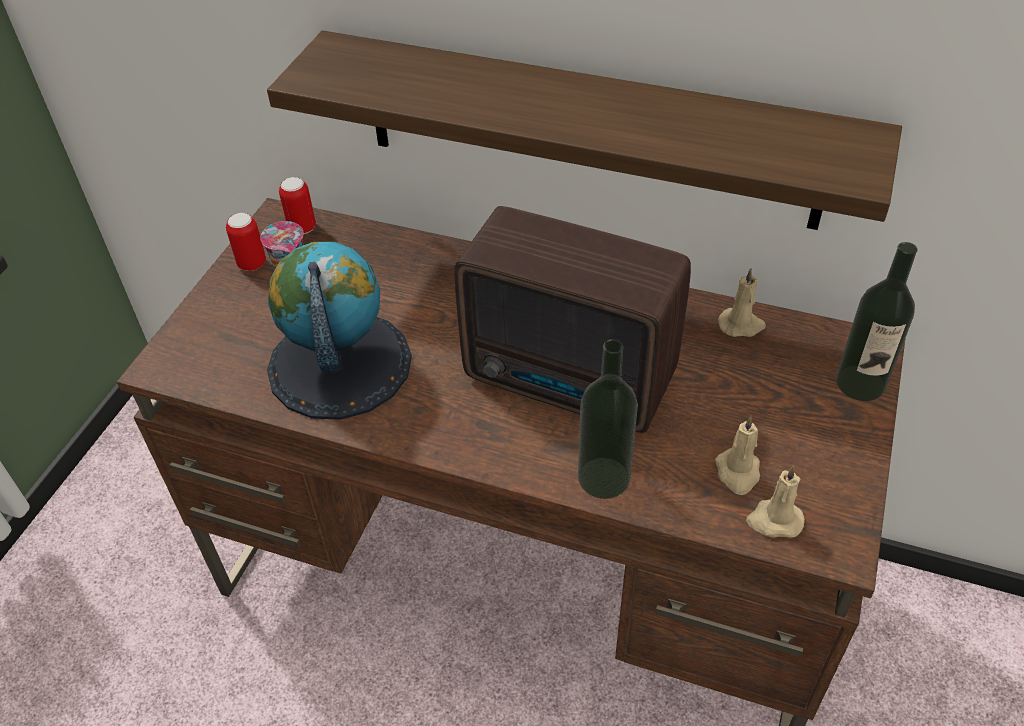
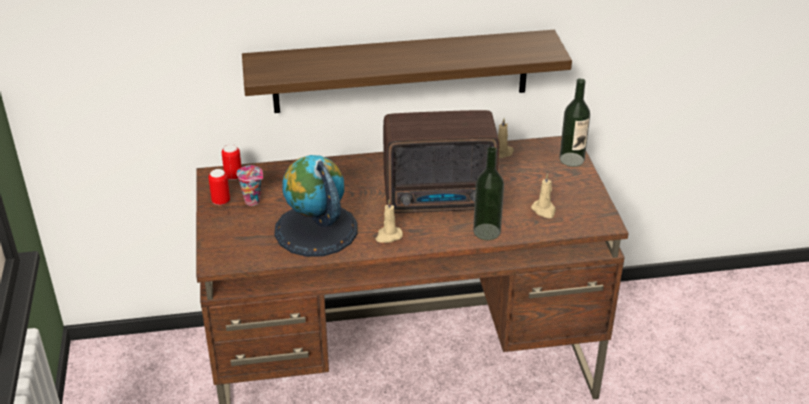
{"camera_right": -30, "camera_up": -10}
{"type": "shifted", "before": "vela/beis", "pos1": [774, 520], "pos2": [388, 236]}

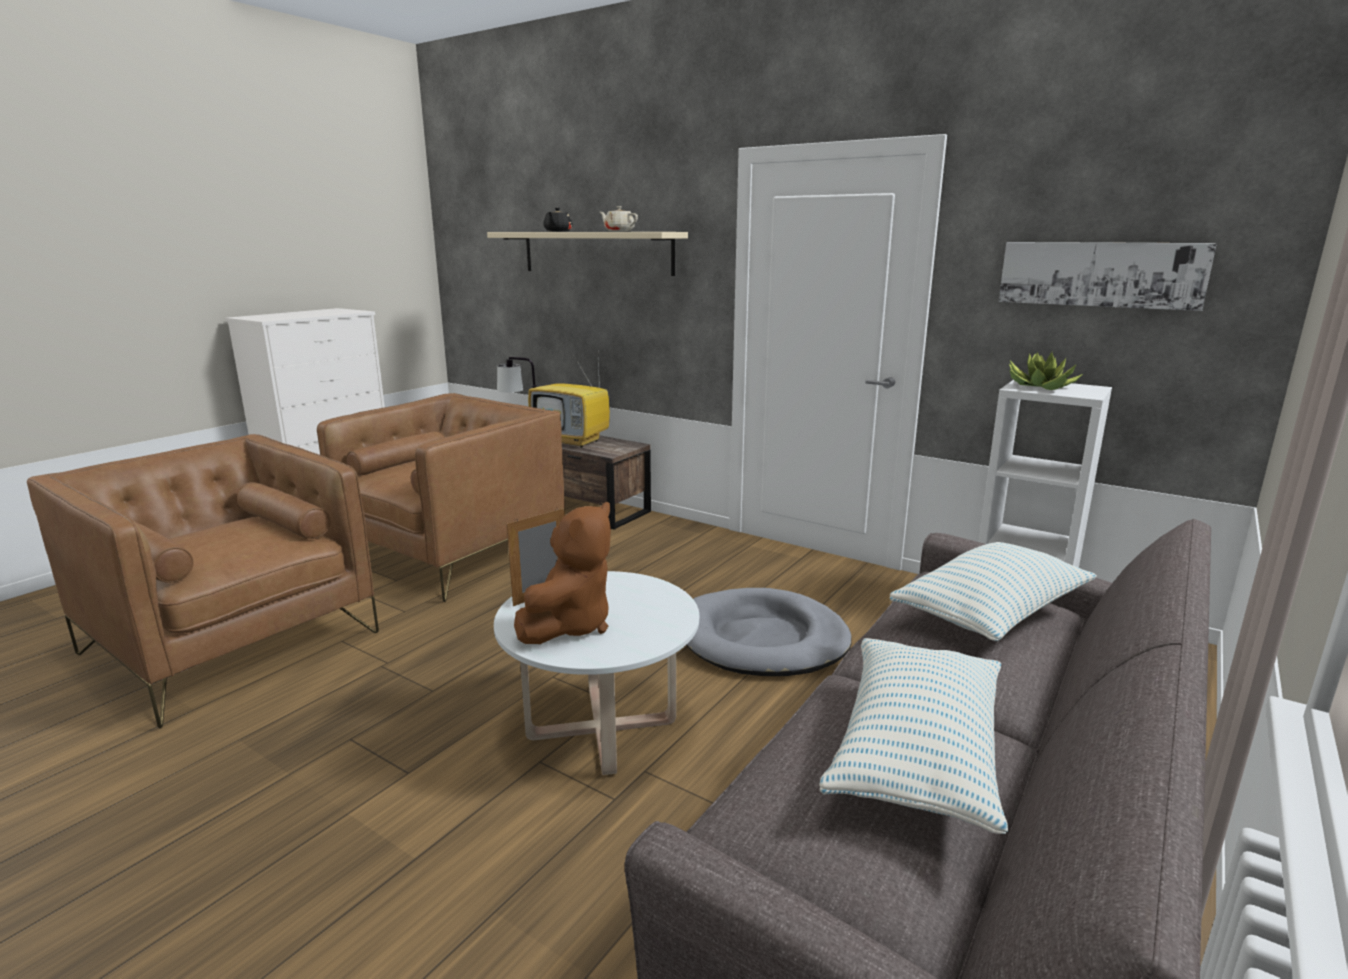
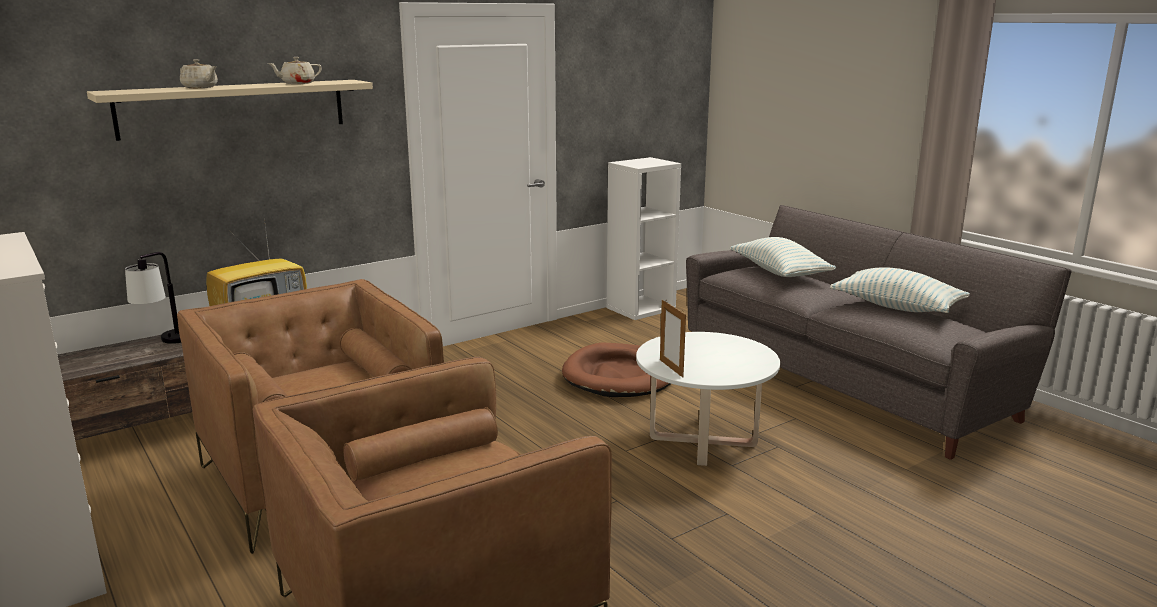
{"camera_right": -70, "camera_up": 0}
{"type": "repainted", "before": "tetera/negro", "after": "tetera/beis", "pos1": [558, 231], "pos2": [200, 87]}
{"type": "gone", "before": "cuadro", "pos1": [1100, 274]}
{"type": "gone", "before": "planta en maceta", "pos1": [1040, 387]}
{"type": "gone", "before": "peluche/marrón", "pos1": [569, 625]}
{"type": "repainted", "before": "cama para perro/gris", "after": "cama para perro/marrón", "pos1": [762, 639], "pos2": [621, 376]}

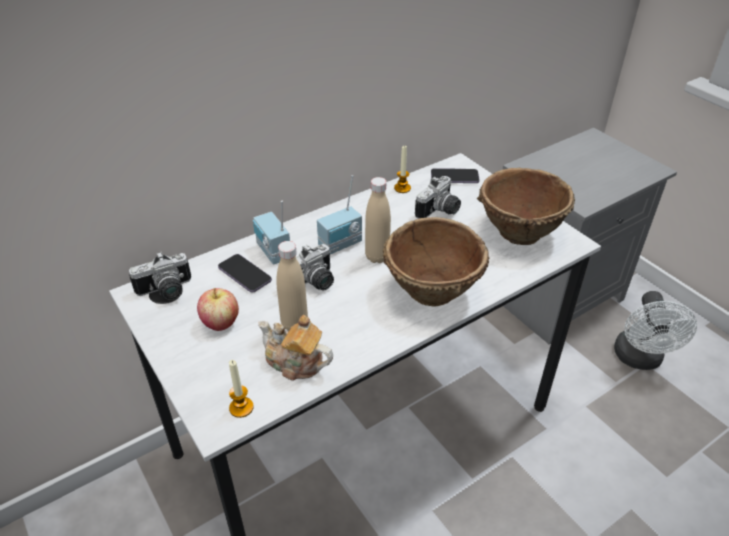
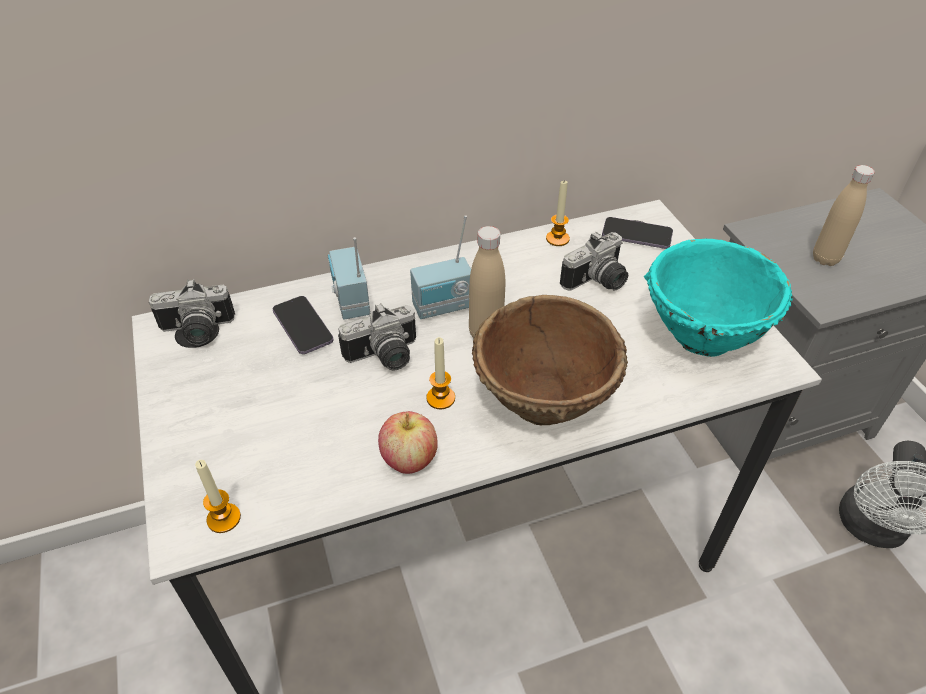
{"camera_right": 15, "camera_up": 5}
{"type": "repainted", "before": "cuenco/marrón", "after": "cuenco/turquesa", "pos1": [518, 232], "pos2": [701, 335]}
{"type": "shifted", "before": "botella/beis", "pos1": [294, 324], "pos2": [825, 259]}
{"type": "shifted", "before": "manzana", "pos1": [220, 323], "pos2": [409, 459]}
{"type": "gone", "before": "tetera", "pos1": [295, 363]}
{"type": "new", "after": "vela", "pos2": [440, 398]}

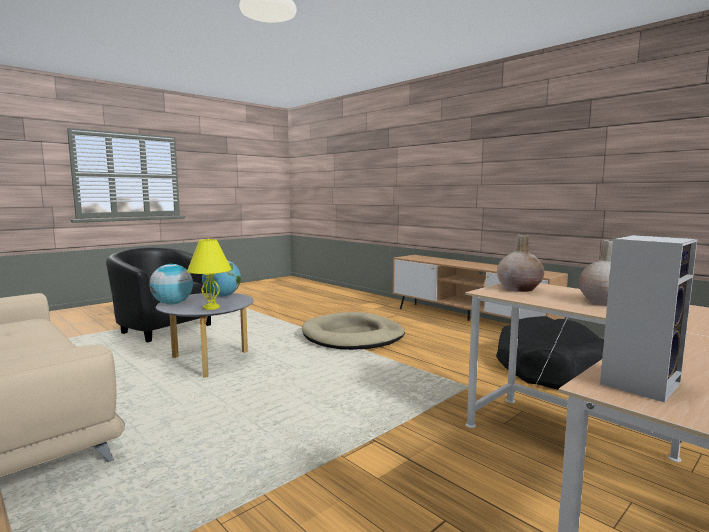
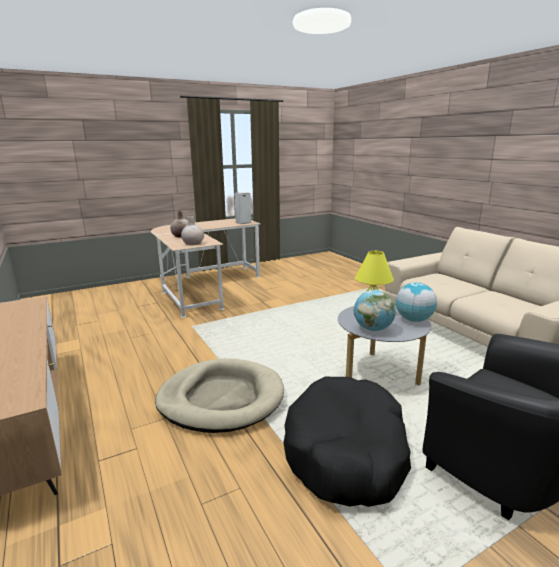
{"camera_right": -165, "camera_up": 10}
{"type": "shifted", "before": "cama para perro/negro", "pos1": [548, 367], "pos2": [346, 452]}

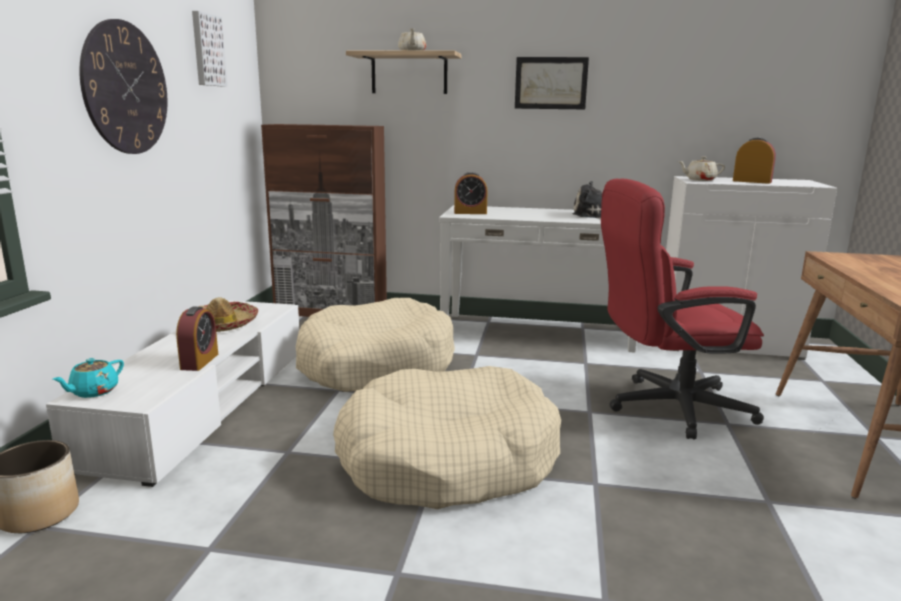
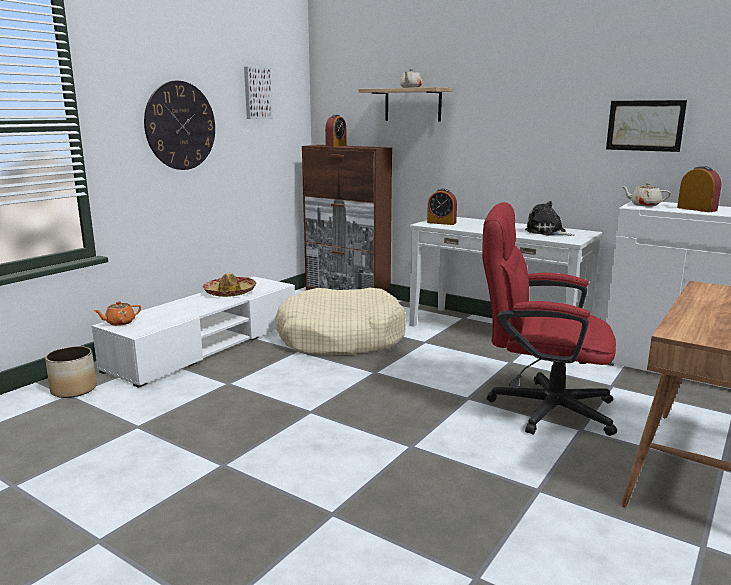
{"camera_right": 25, "camera_up": 0}
{"type": "shifted", "before": "cuadro", "pos1": [551, 83], "pos2": [645, 125]}
{"type": "shifted", "before": "despertador", "pos1": [199, 361], "pos2": [336, 146]}
{"type": "repainted", "before": "tetera/turquesa", "after": "tetera/naranja", "pos1": [93, 392], "pos2": [120, 322]}
{"type": "gone", "before": "cama para perro/beis", "pos1": [447, 460]}

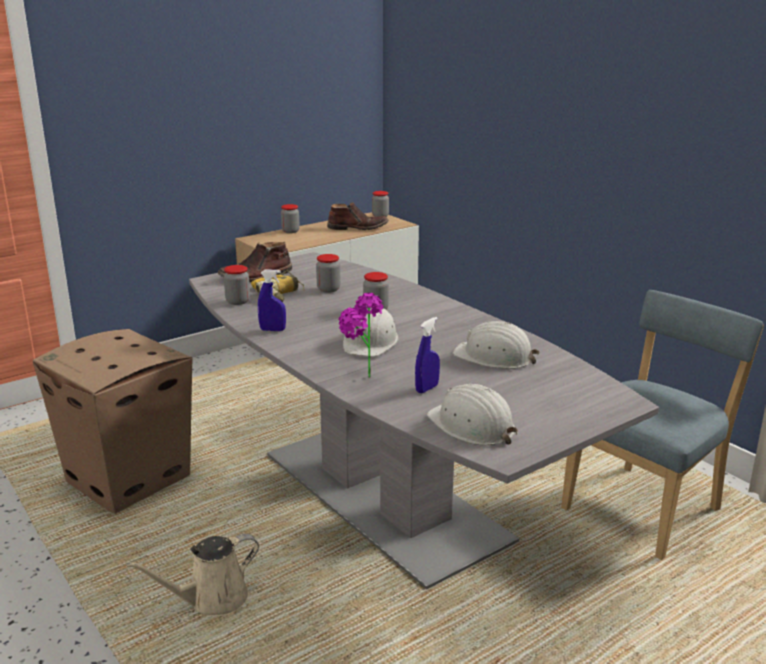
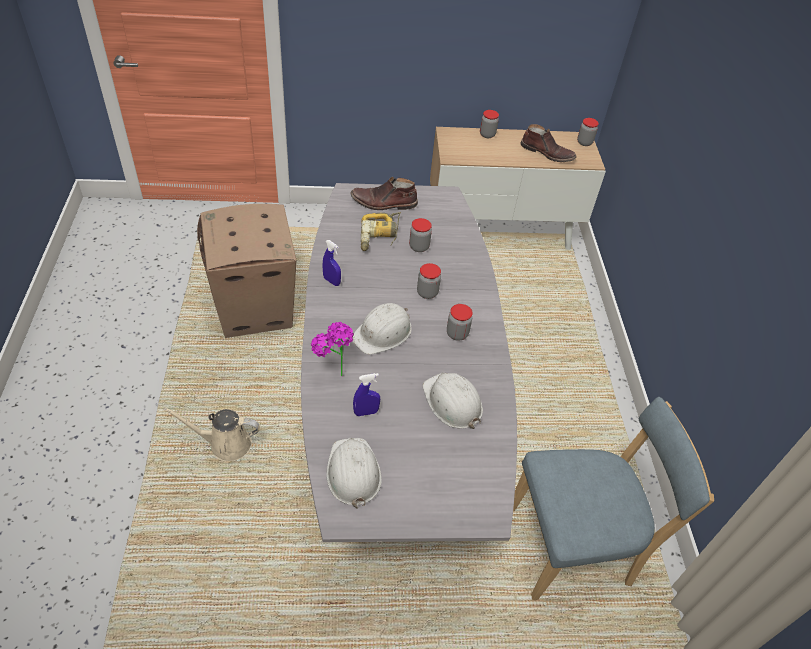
{"camera_right": 30, "camera_up": 25}
{"type": "shifted", "before": "tarro", "pos1": [238, 301], "pos2": [457, 334]}

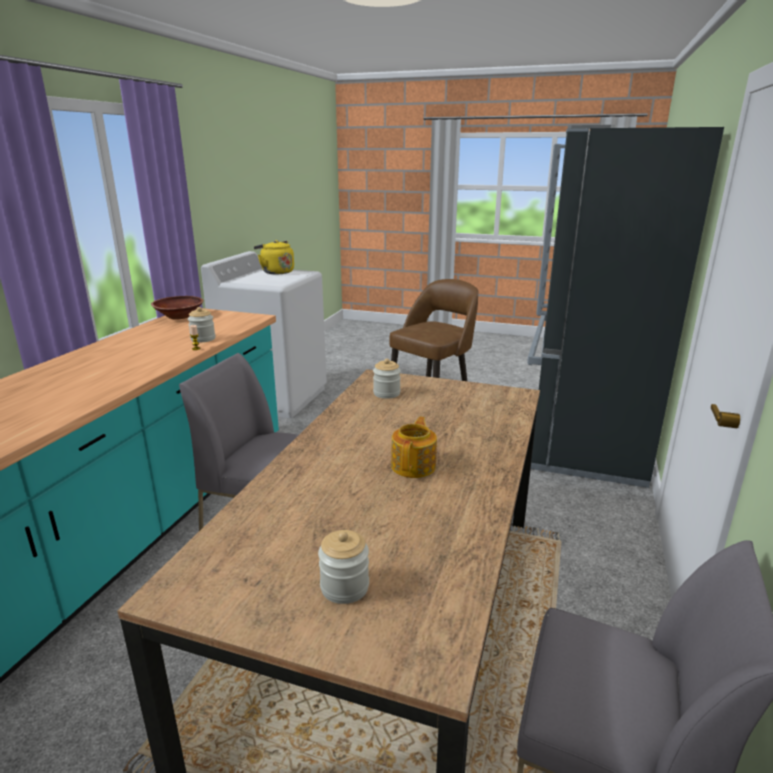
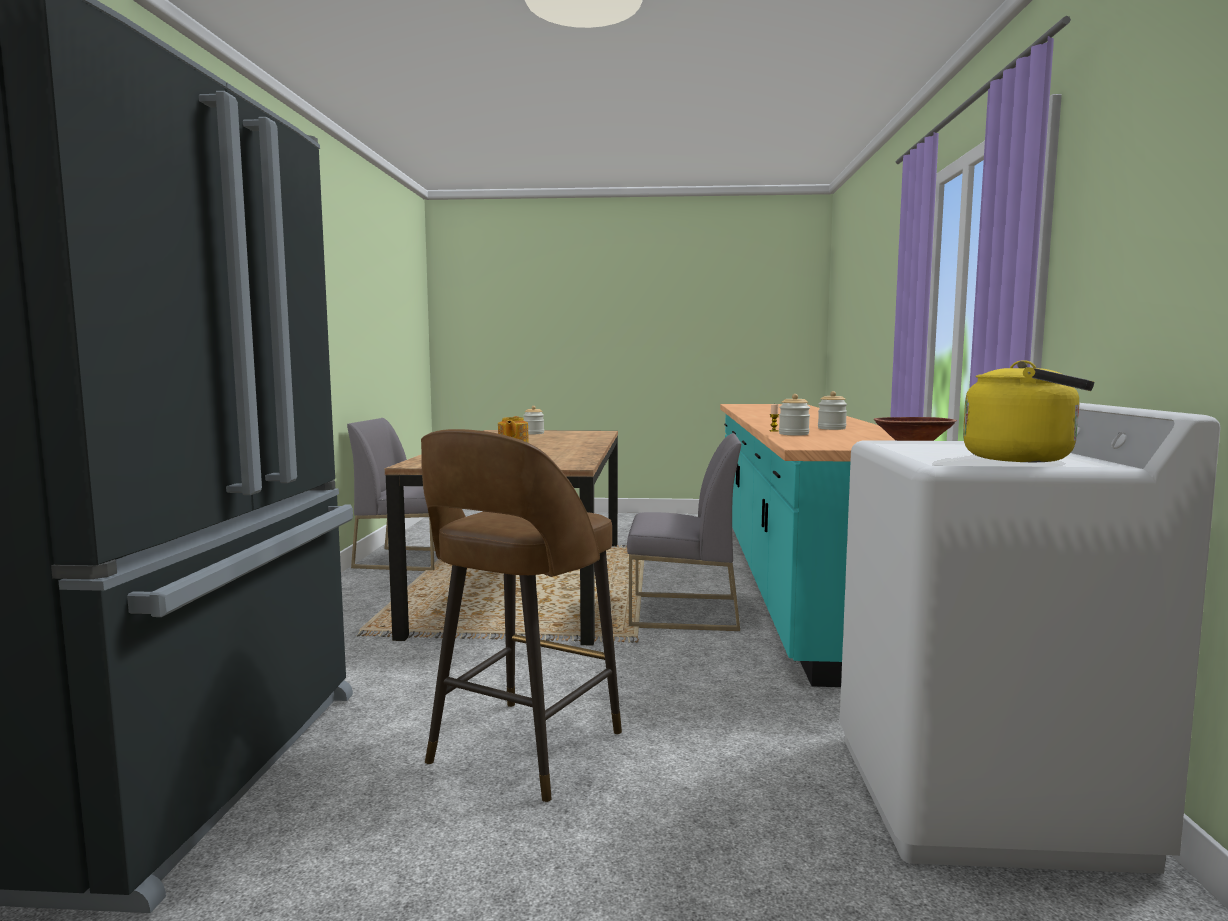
{"camera_right": 165, "camera_up": -15}
{"type": "shifted", "before": "tarro", "pos1": [386, 393], "pos2": [831, 428]}

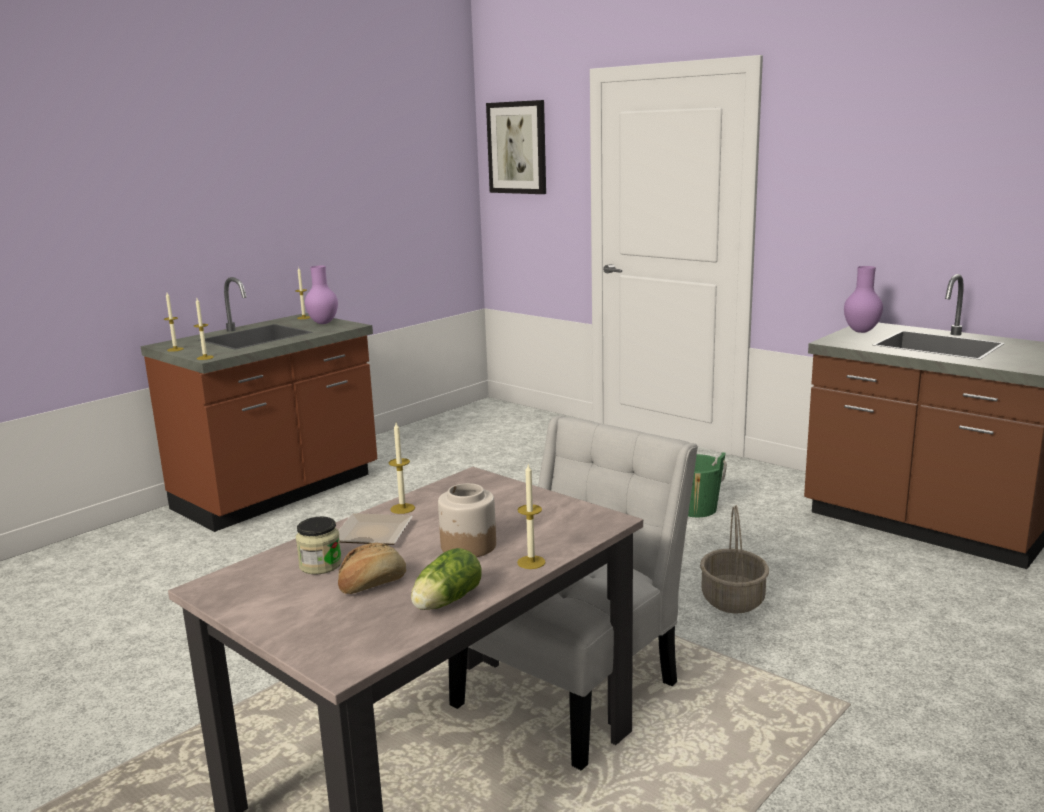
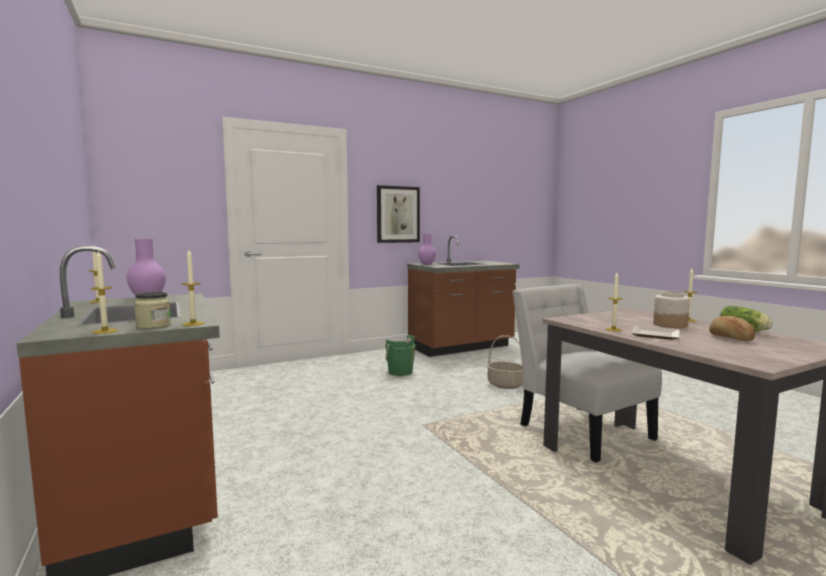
{"camera_right": -70, "camera_up": -10}
{"type": "shifted", "before": "cuadro", "pos1": [517, 148], "pos2": [398, 214]}
{"type": "shifted", "before": "tarro", "pos1": [320, 565], "pos2": [153, 326]}

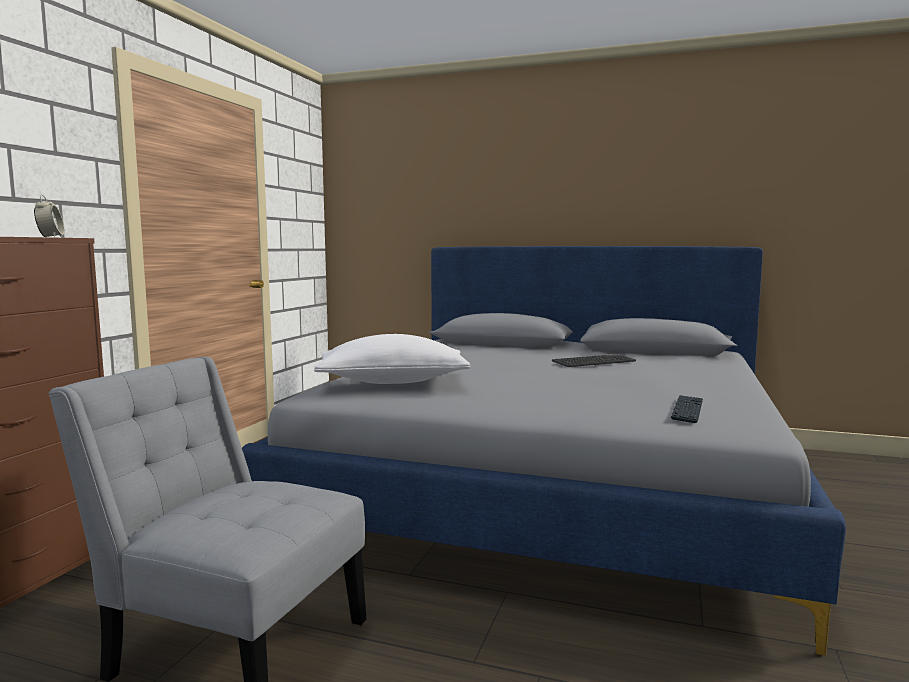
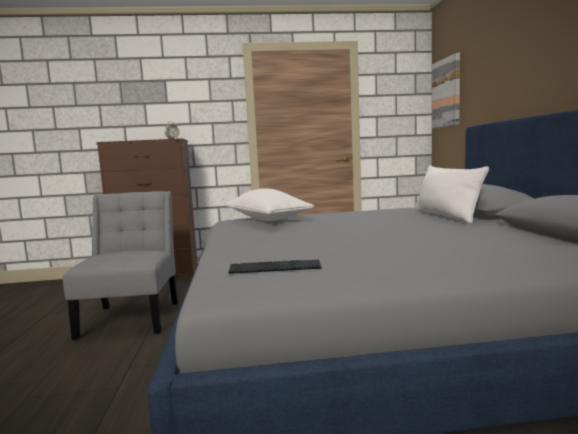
{"camera_right": 65, "camera_up": 0}
{"type": "gone", "before": "teclado", "pos1": [594, 362]}
{"type": "new", "after": "cuadro", "pos2": [447, 93]}
{"type": "new", "after": "cojín/blanco", "pos2": [446, 216]}

